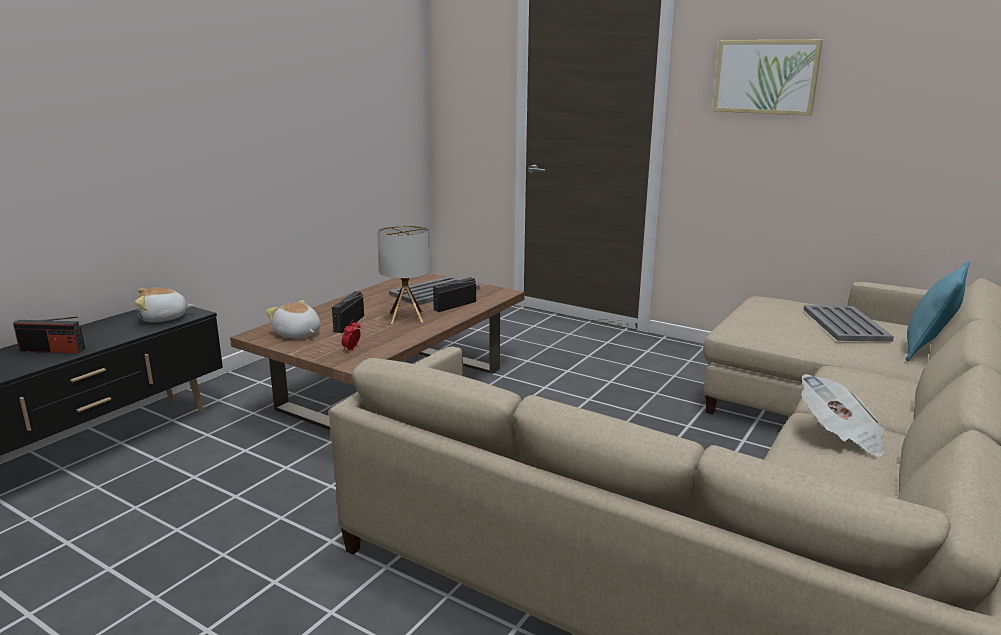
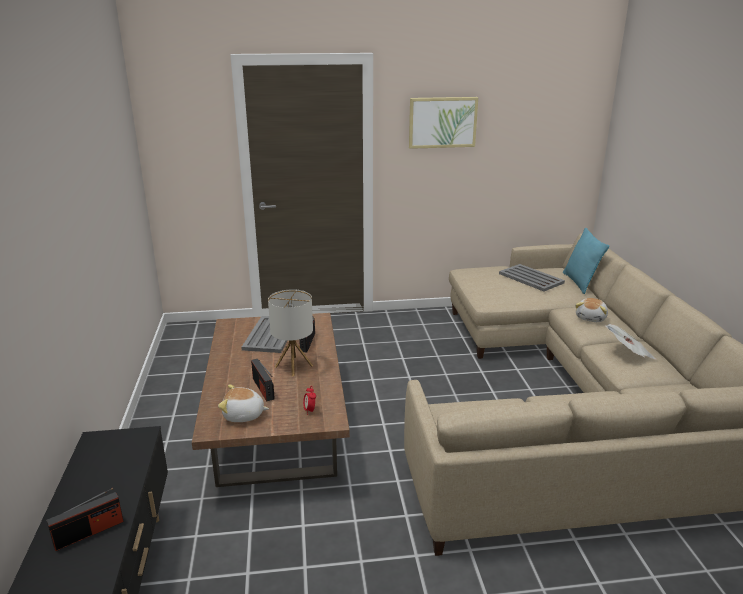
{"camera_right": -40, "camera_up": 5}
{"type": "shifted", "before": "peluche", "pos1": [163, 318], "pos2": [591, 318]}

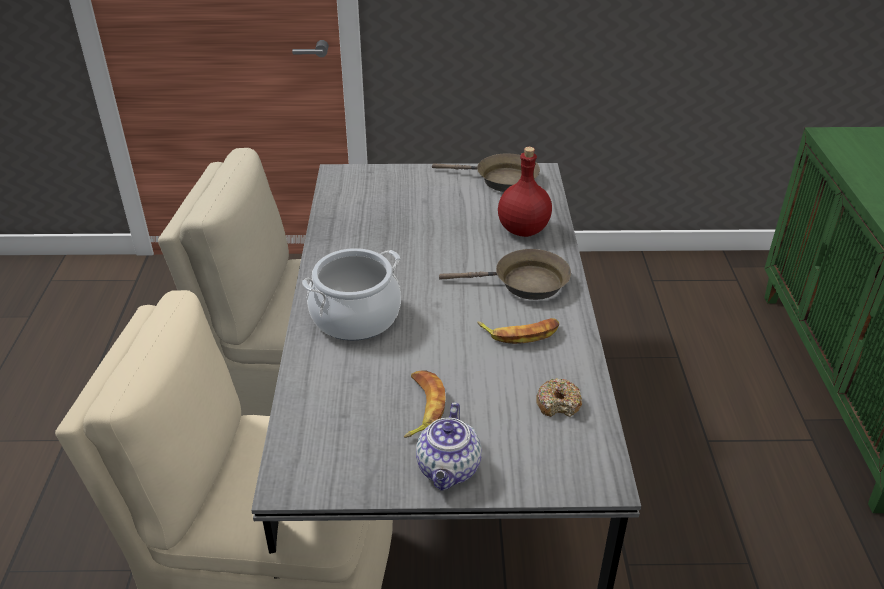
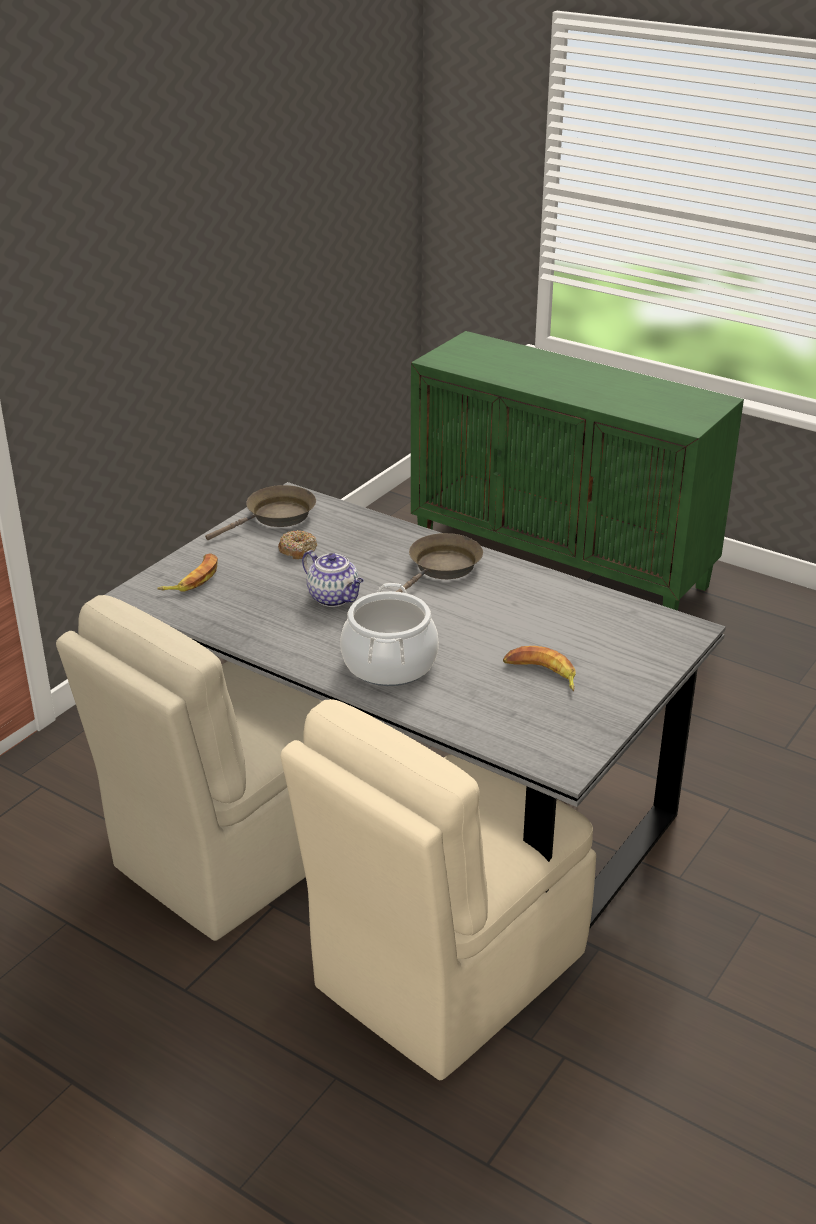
{"camera_right": -55, "camera_up": -5}
{"type": "gone", "before": "botella/rojo", "pos1": [523, 230]}
{"type": "shifted", "before": "plátano", "pos1": [520, 333], "pos2": [193, 578]}
{"type": "shifted", "before": "rosquilla", "pos1": [558, 404], "pos2": [297, 550]}
{"type": "shifted", "before": "tetera", "pos1": [449, 470], "pos2": [334, 598]}

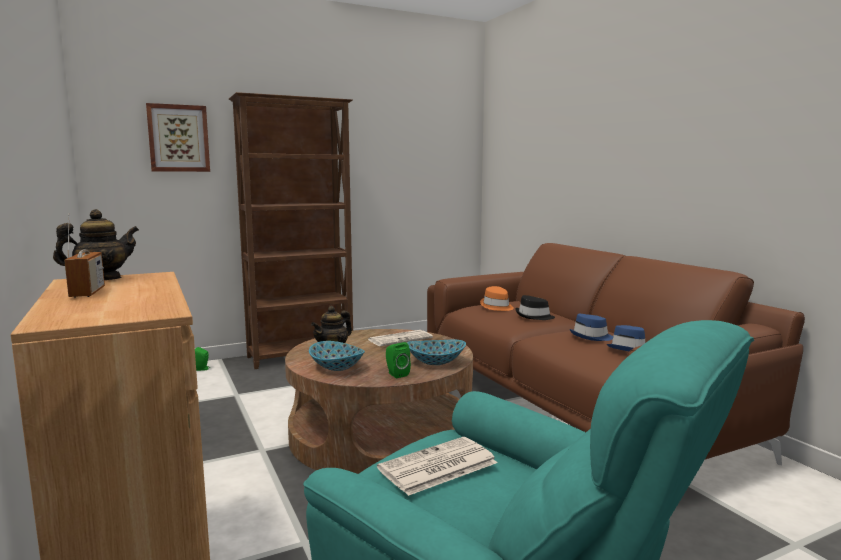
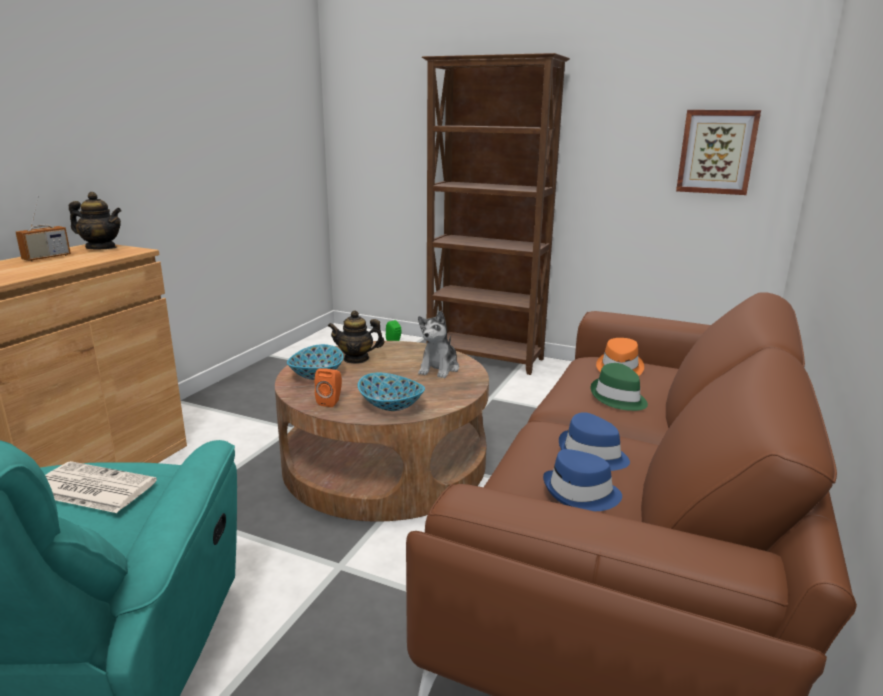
{"camera_right": 50, "camera_up": 10}
{"type": "shifted", "before": "cuadro", "pos1": [178, 138], "pos2": [717, 152]}
{"type": "repainted", "before": "sombrero/negro", "after": "sombrero/verde", "pos1": [534, 316], "pos2": [618, 398]}
{"type": "swapped", "before": "periódico", "after": "peluche", "pos1": [400, 339], "pos2": [439, 369]}
{"type": "repainted", "before": "altavoz/verde", "after": "altavoz/naranja", "pos1": [396, 374], "pos2": [331, 401]}

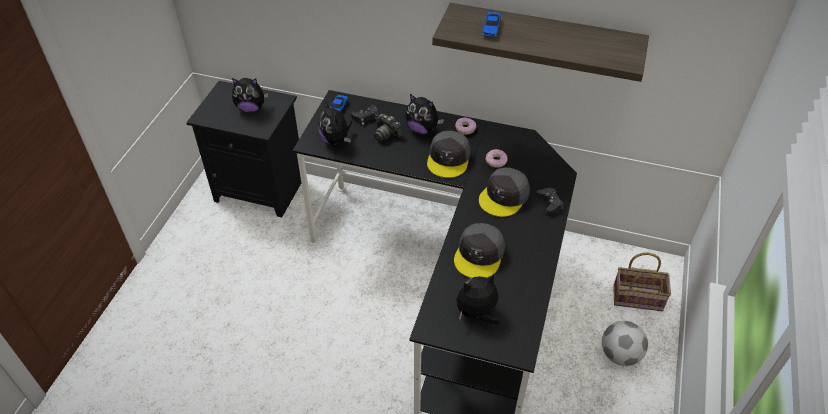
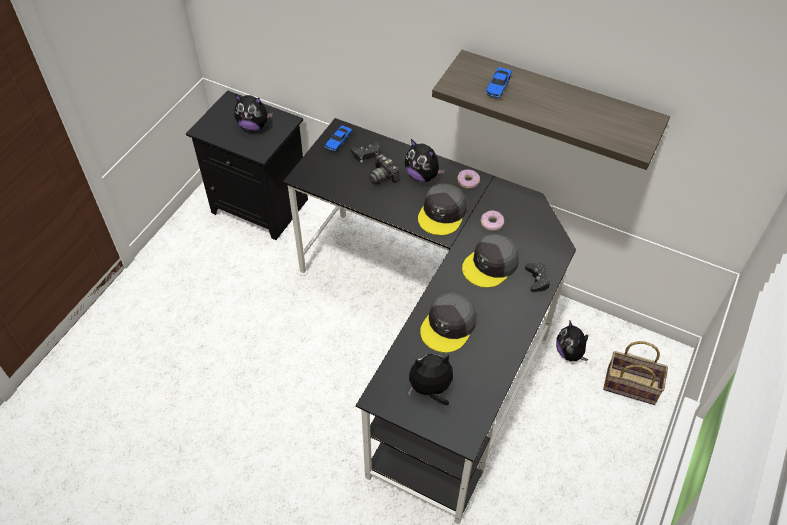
{"camera_right": 10, "camera_up": 5}
{"type": "shifted", "before": "peluche", "pos1": [336, 141], "pos2": [570, 353]}
{"type": "gone", "before": "balón de fútbol", "pos1": [620, 354]}

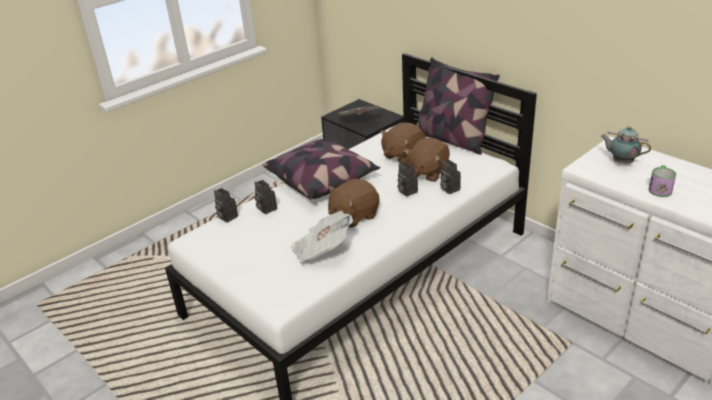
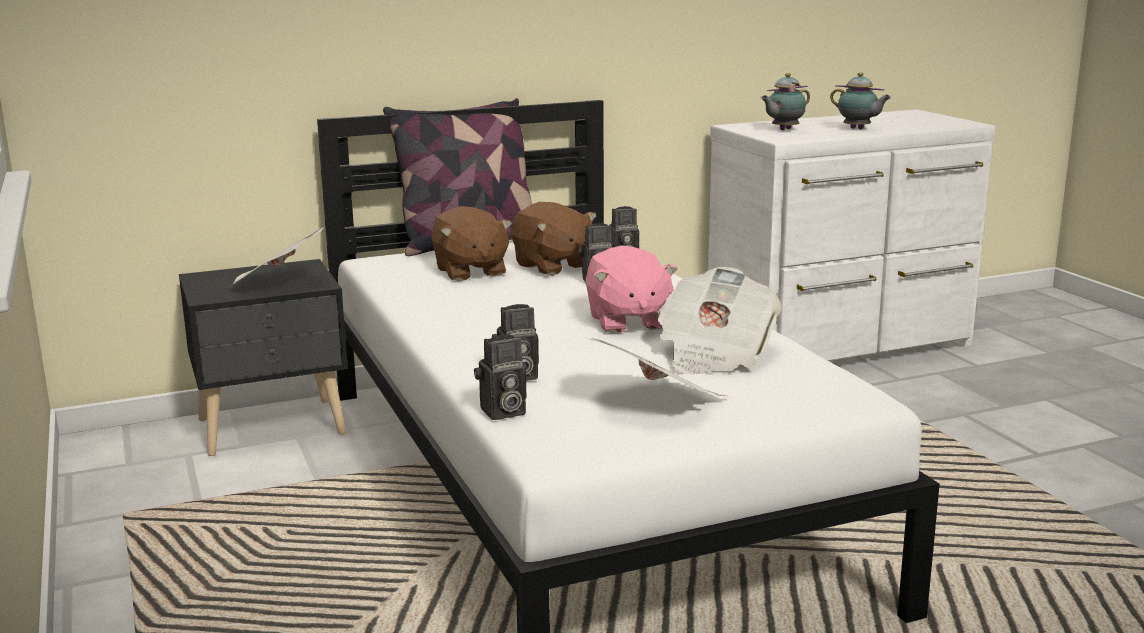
{"camera_right": -70, "camera_up": -15}
{"type": "gone", "before": "cojín", "pos1": [322, 180]}
{"type": "swapped", "before": "taza grande", "after": "tetera", "pos1": [660, 188], "pos2": [858, 129]}
{"type": "repainted", "before": "peluche/marrón", "after": "peluche/rosa", "pos1": [353, 216], "pos2": [627, 321]}
{"type": "new", "after": "periódico", "pos2": [657, 404]}

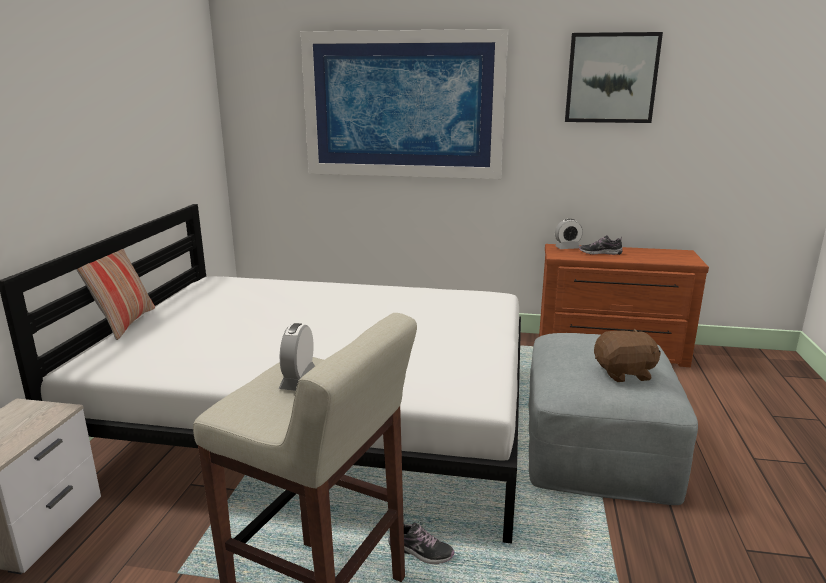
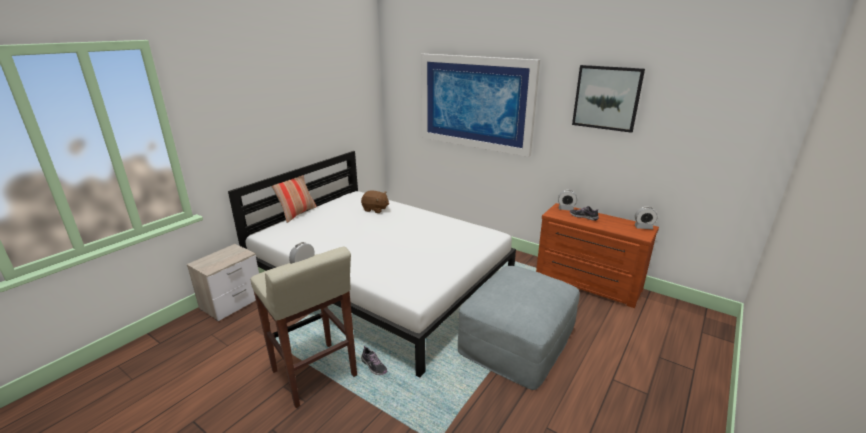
{"camera_right": 25, "camera_up": 5}
{"type": "shifted", "before": "peluche/marrón", "pos1": [624, 373], "pos2": [375, 209]}
{"type": "new", "after": "despertador", "pos2": [643, 227]}

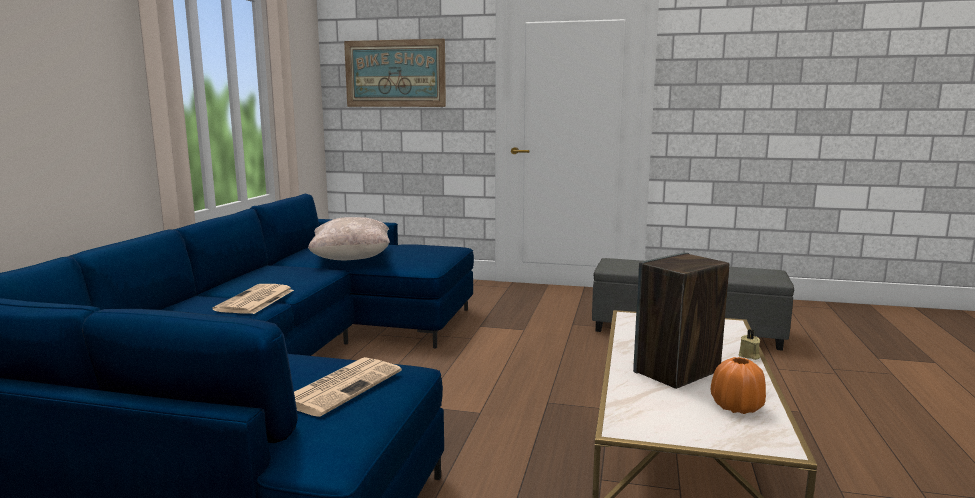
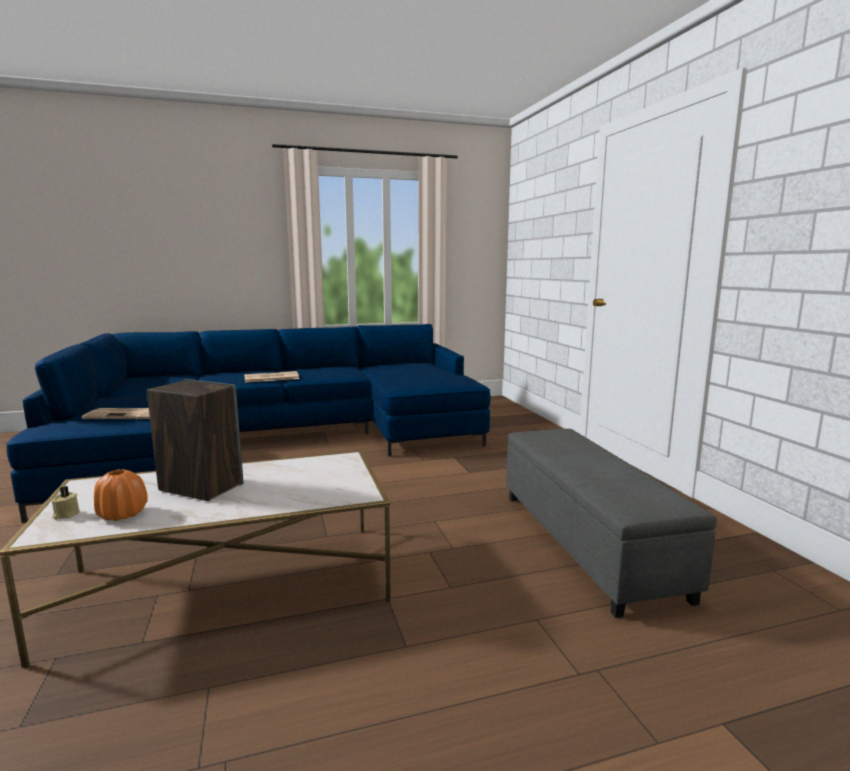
{"camera_right": 60, "camera_up": 0}
{"type": "gone", "before": "cuadro", "pos1": [395, 73]}
{"type": "gone", "before": "cojín/beis", "pos1": [351, 259]}
{"type": "shifted", "before": "vela/beis", "pos1": [749, 356], "pos2": [66, 514]}

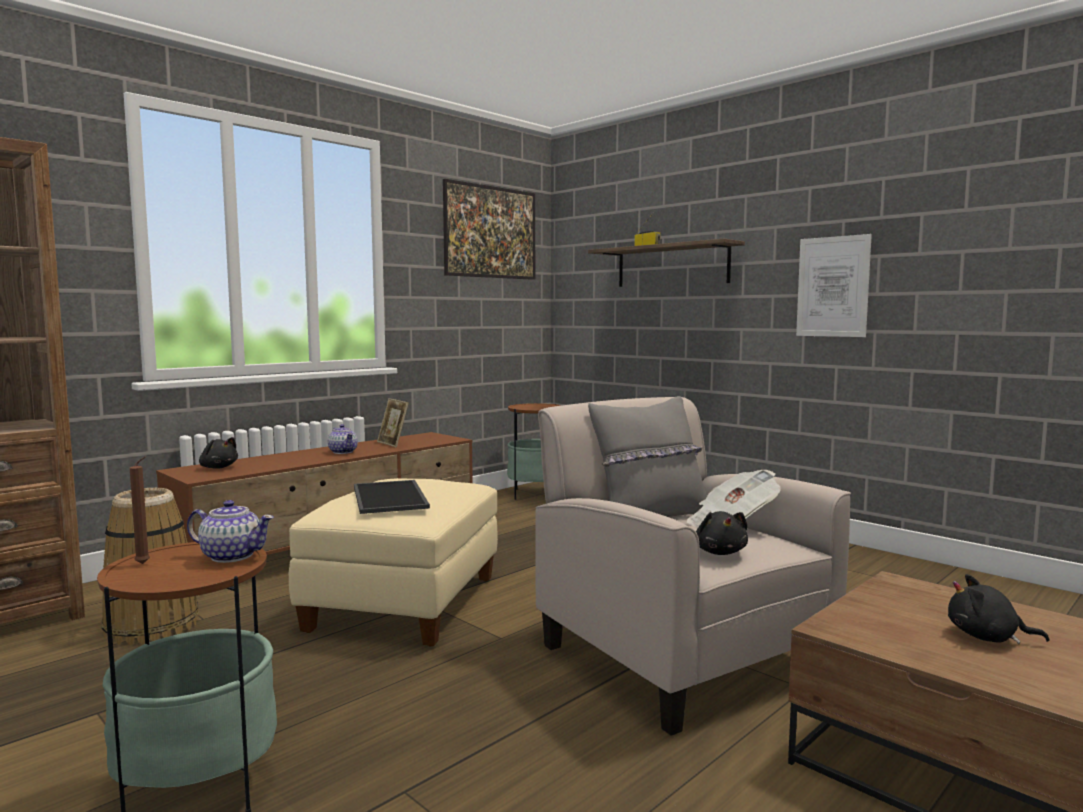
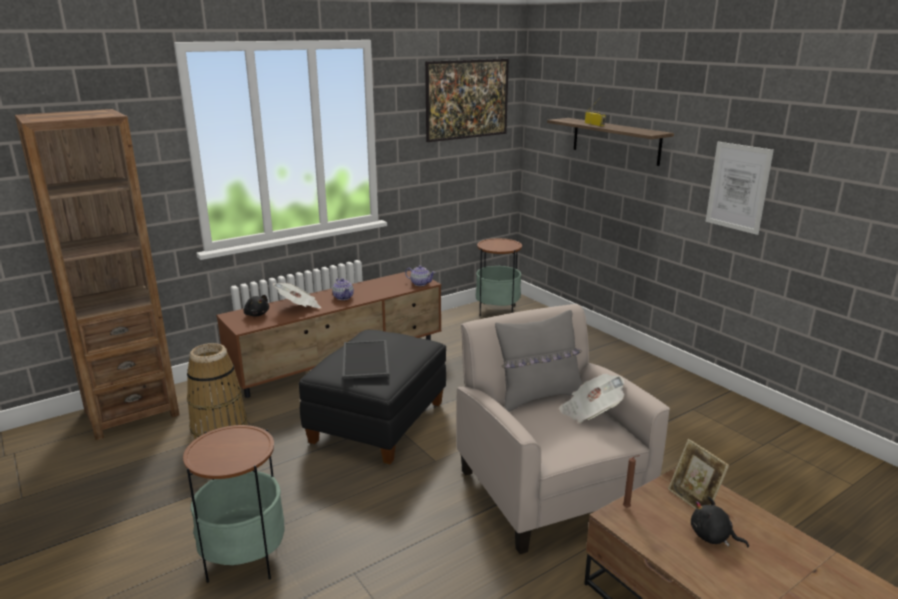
{"camera_right": 10, "camera_up": 15}
{"type": "shifted", "before": "portarretratos", "pos1": [393, 444], "pos2": [693, 500]}
{"type": "shifted", "before": "vela/marrón", "pos1": [144, 564], "pos2": [627, 507]}
{"type": "repainted", "before": "puf/beis", "after": "puf/negro", "pos1": [403, 604], "pos2": [378, 423]}
{"type": "shifted", "before": "tetera", "pos1": [231, 556], "pos2": [420, 283]}
{"type": "gone", "before": "peluche/negro", "pos1": [719, 552]}
{"type": "new", "after": "periódico", "pos2": [299, 307]}

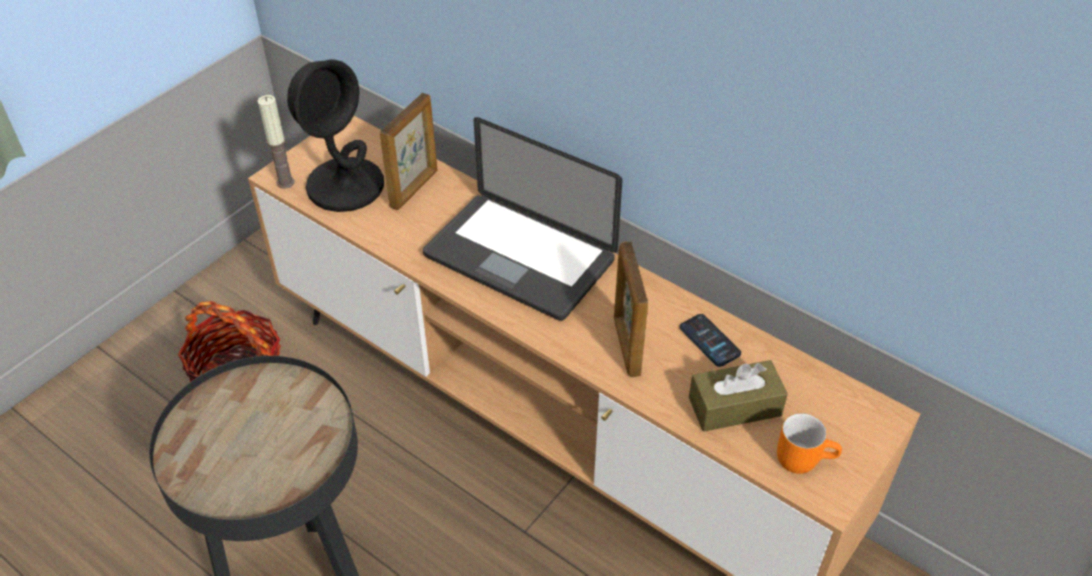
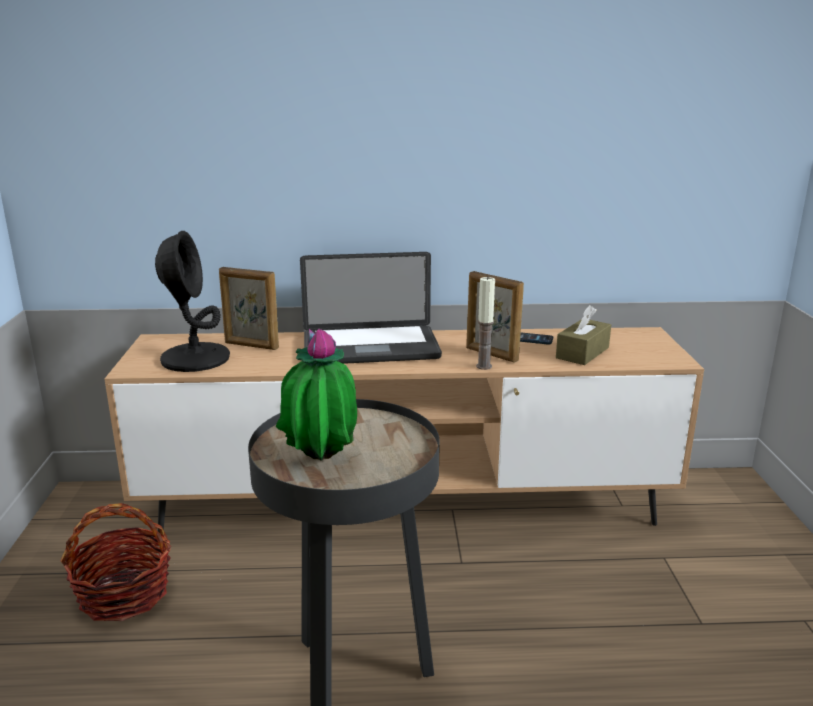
{"camera_right": -40, "camera_up": -25}
{"type": "rotated", "before": "portarretratos", "pos1": [415, 189], "pos2": [251, 346], "turn": 120}
{"type": "shifted", "before": "vela", "pos1": [285, 182], "pos2": [484, 366]}
{"type": "gone", "before": "taza grande/naranja", "pos1": [803, 457]}
{"type": "new", "after": "planta en maceta", "pos2": [320, 463]}

